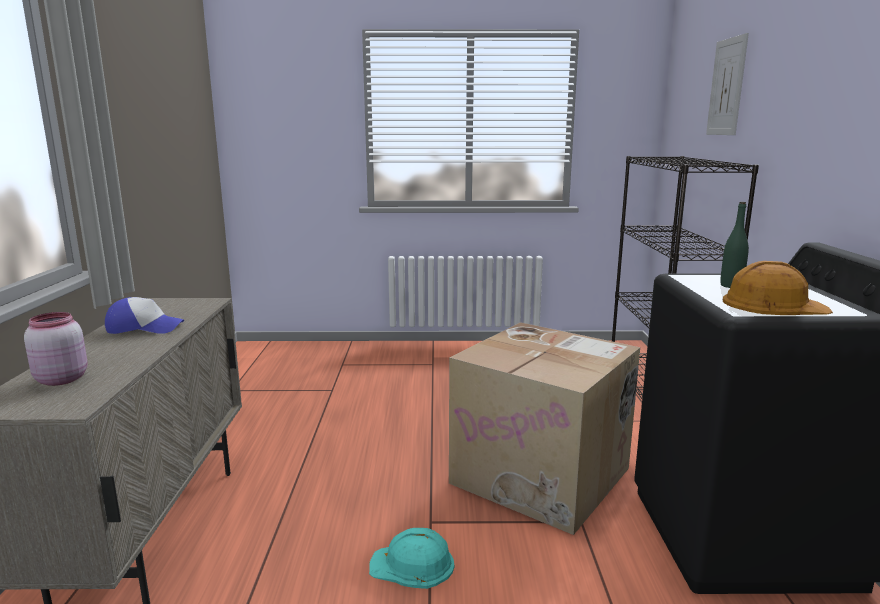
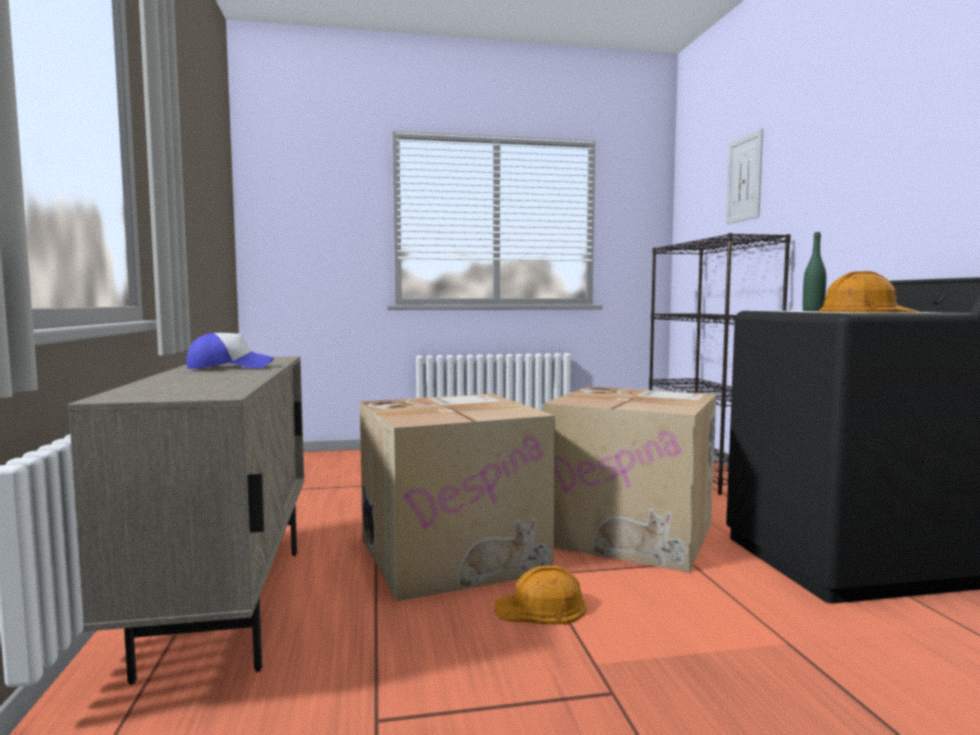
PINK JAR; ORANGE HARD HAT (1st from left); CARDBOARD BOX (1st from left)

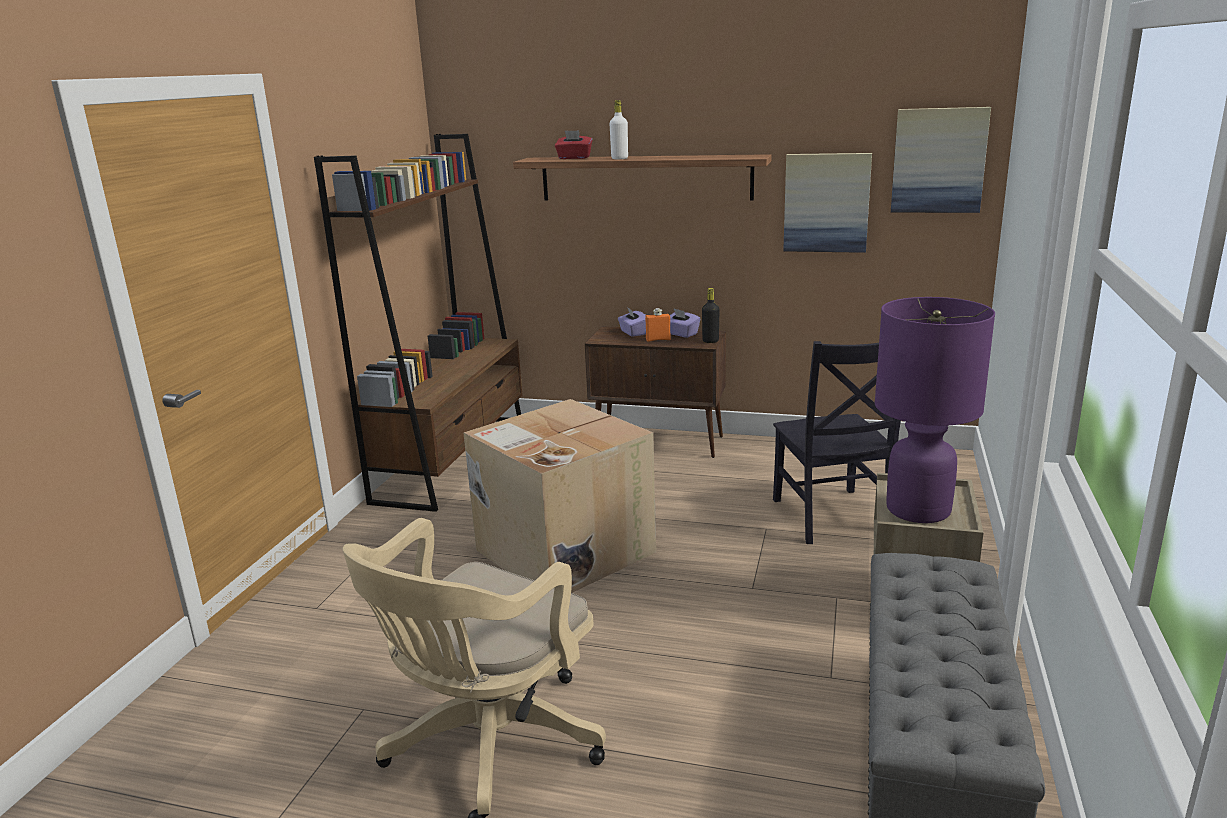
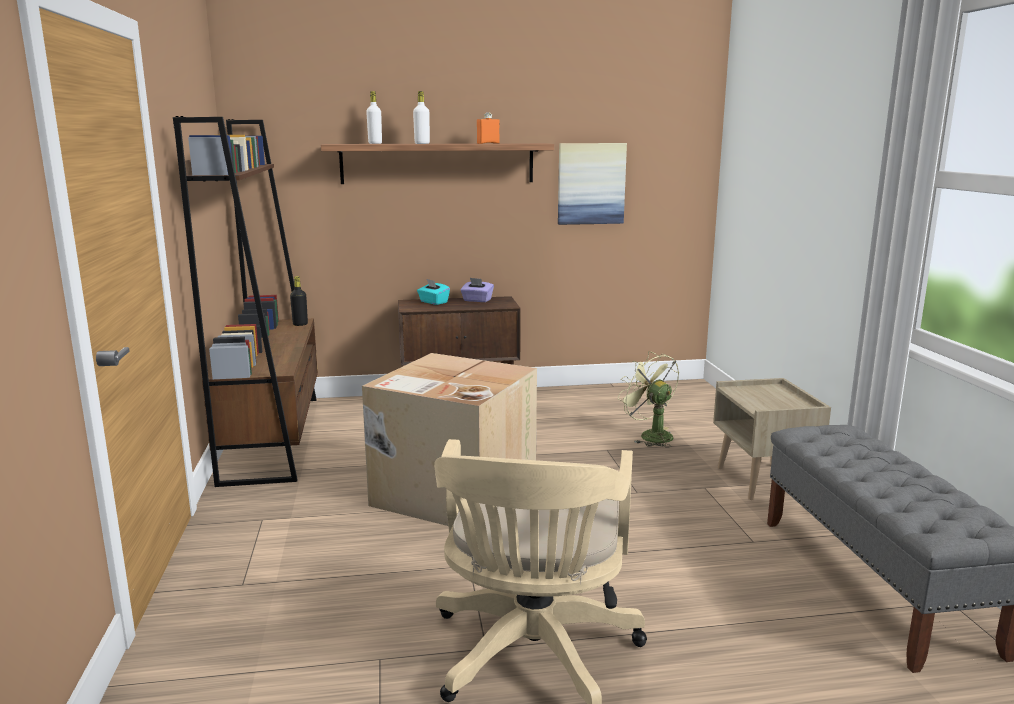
WHITE BOTTLE (1st from left); TURQUOISE TISSUE BOX; ORANGE BOTTLE; BLACK BOTTLE; GREEN FAN; PURPLE TABLE LAMP; PICTURE (2nd from left in the first image)

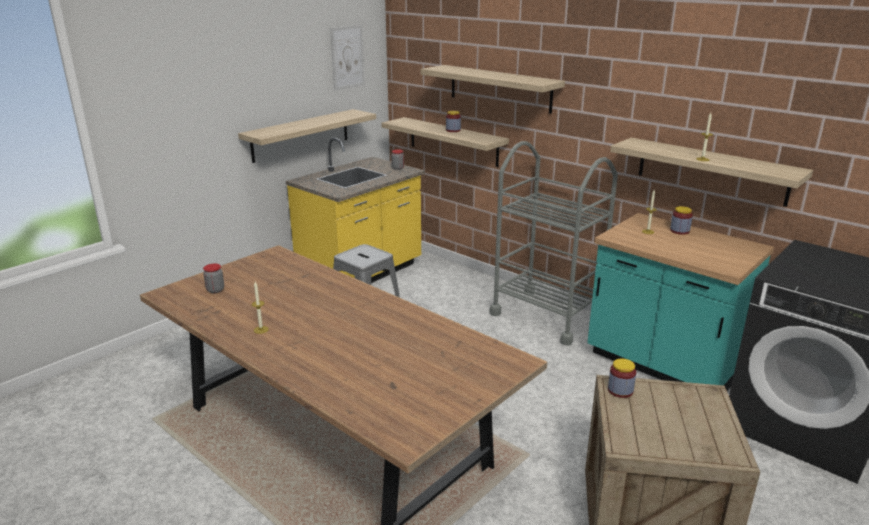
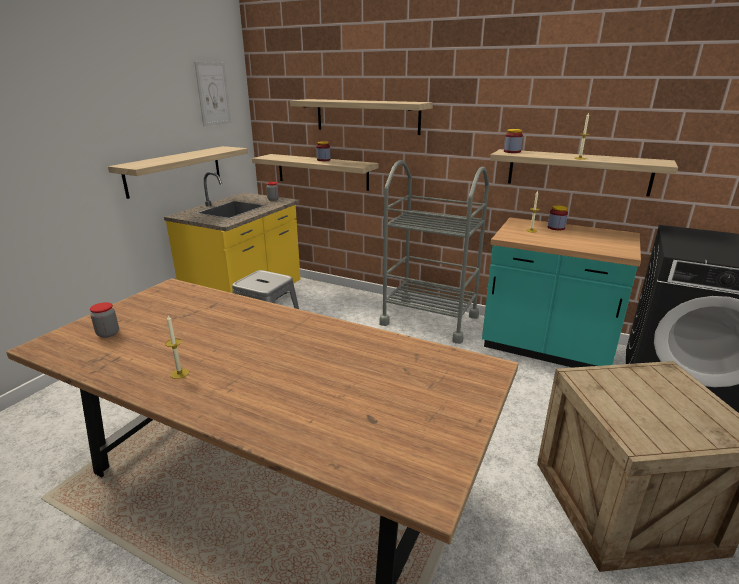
JAR (4th from left)

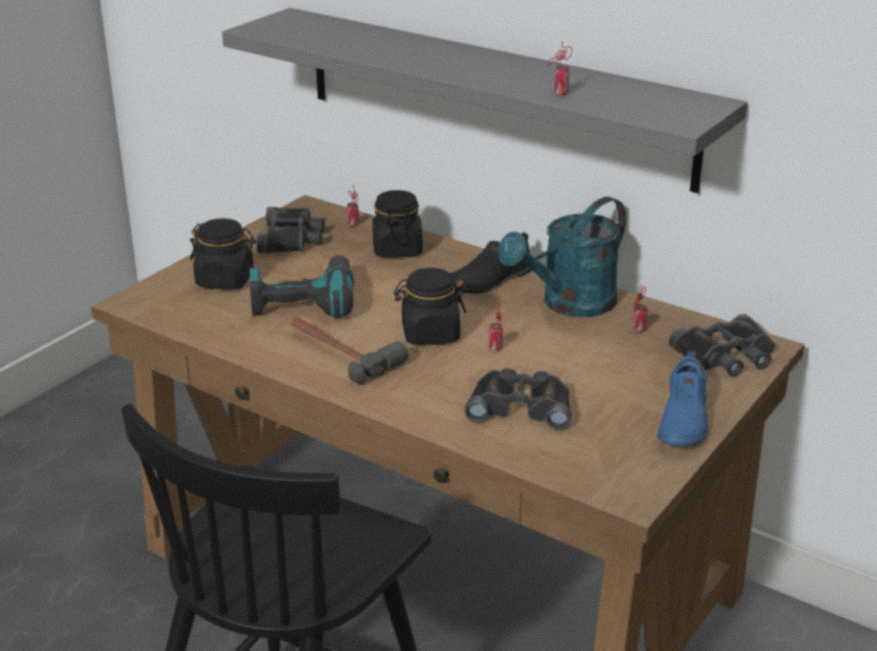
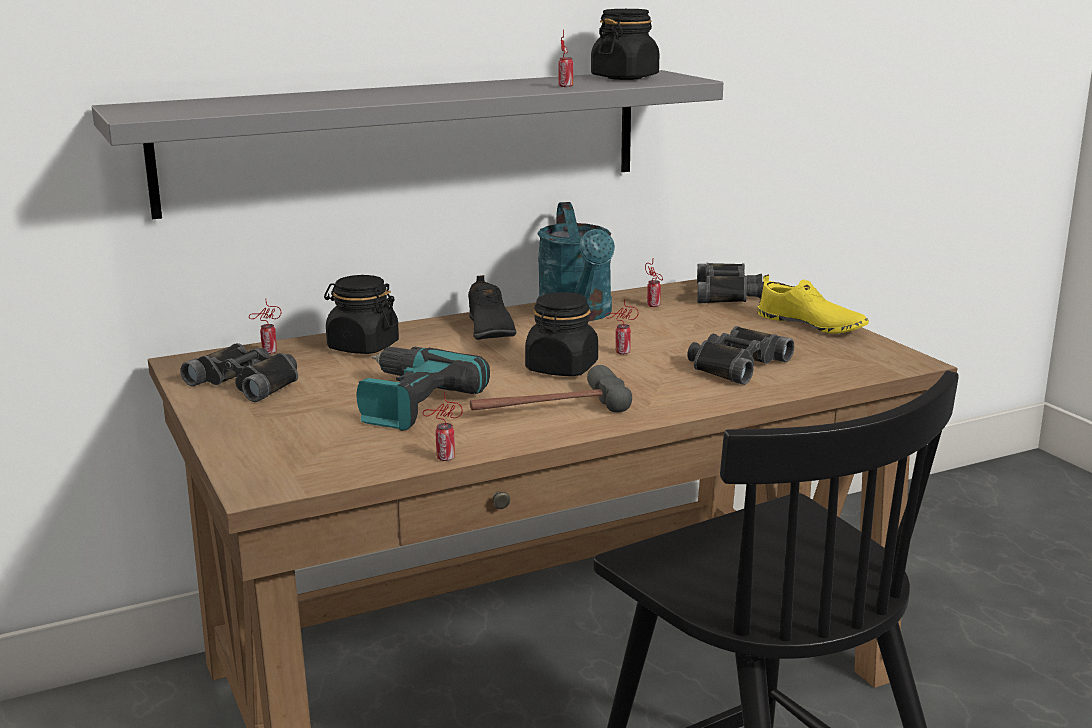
BLACK JAR (3rd from left); YELLOW SHOE; CAN (2nd from left)

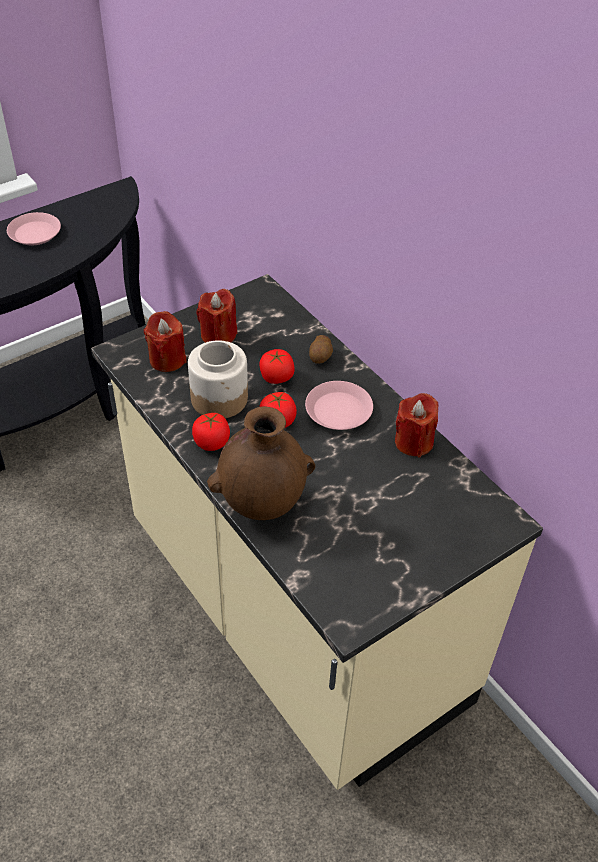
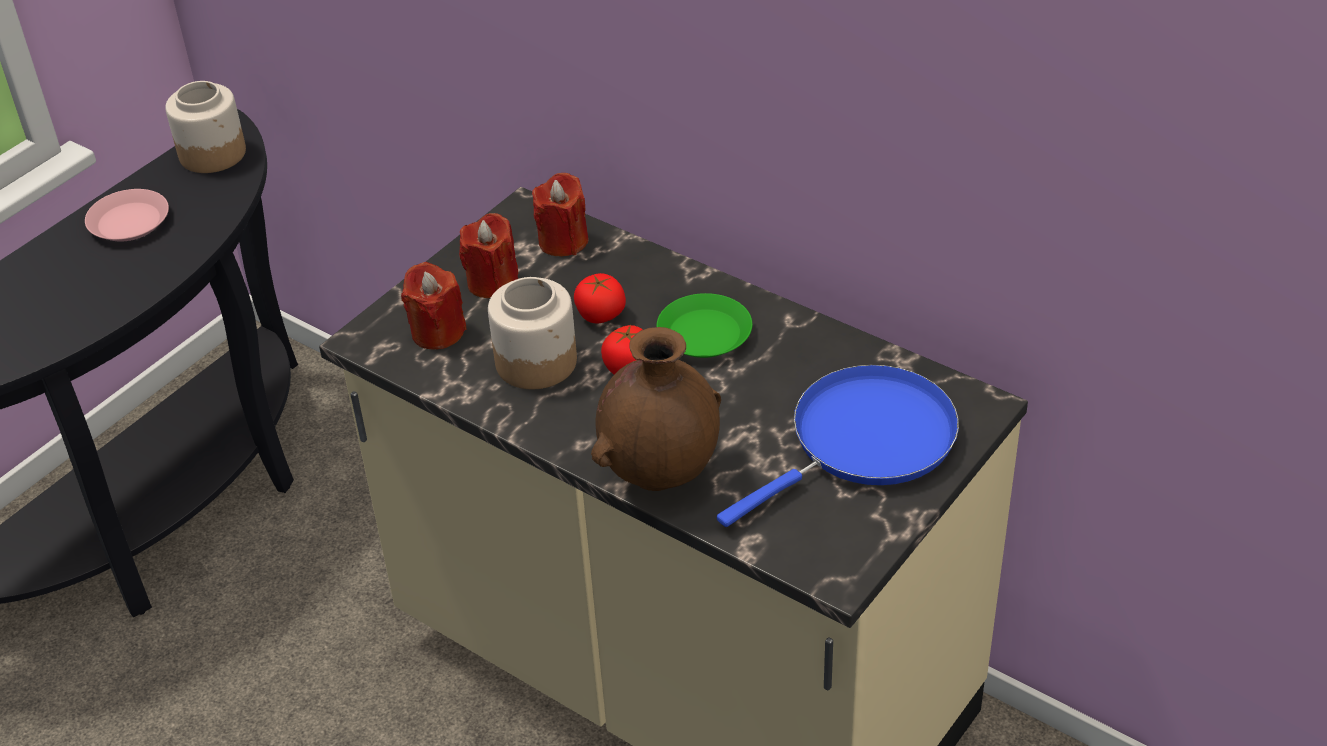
TOMATO (1st from left in the first image); GREEN PLATE; POTATO; RED CANDLE (3rd from left); JAR (1st from left); BLUE FRYING PAN

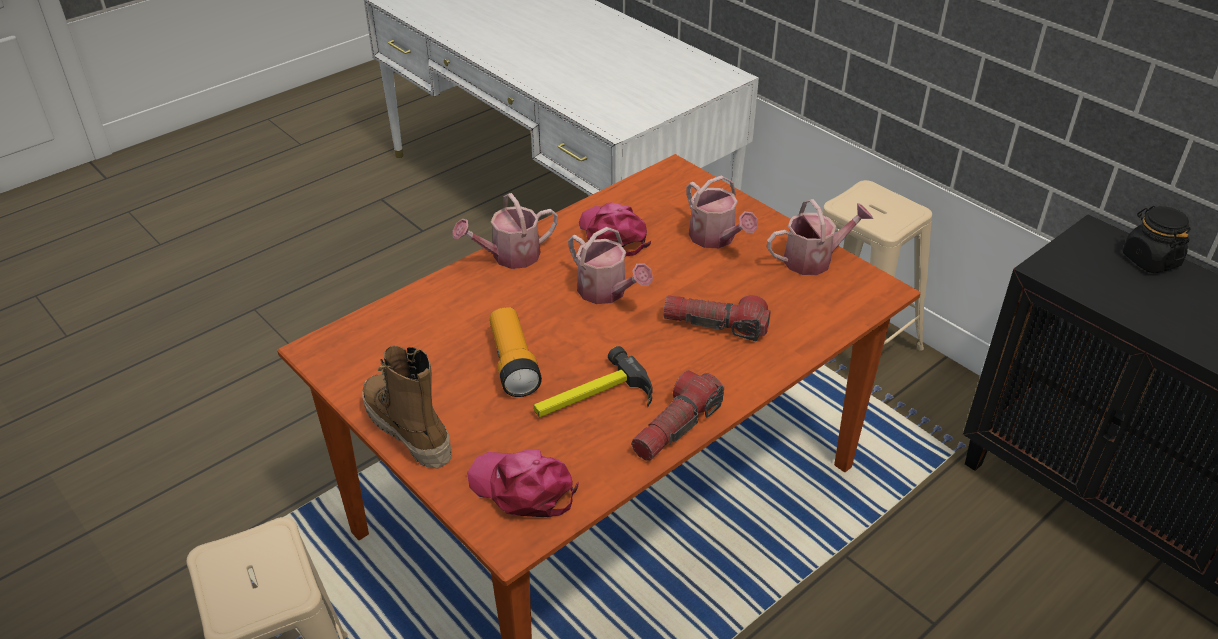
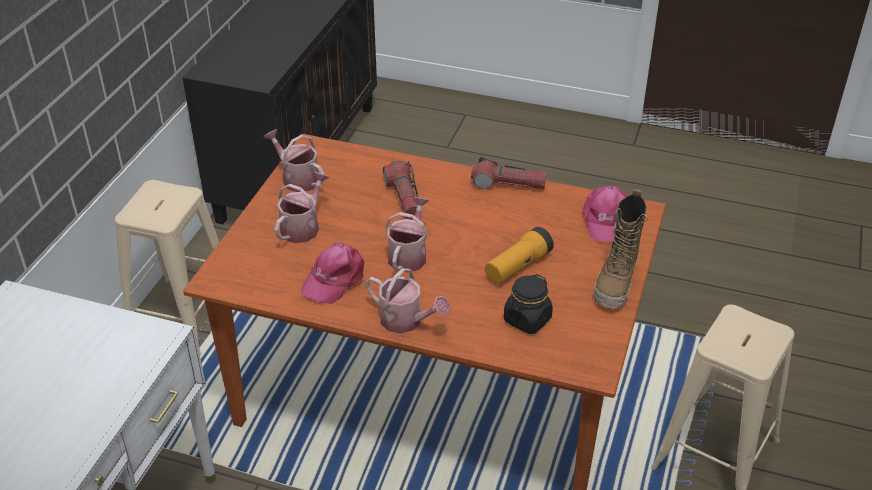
HAMMER; BLACK JAR

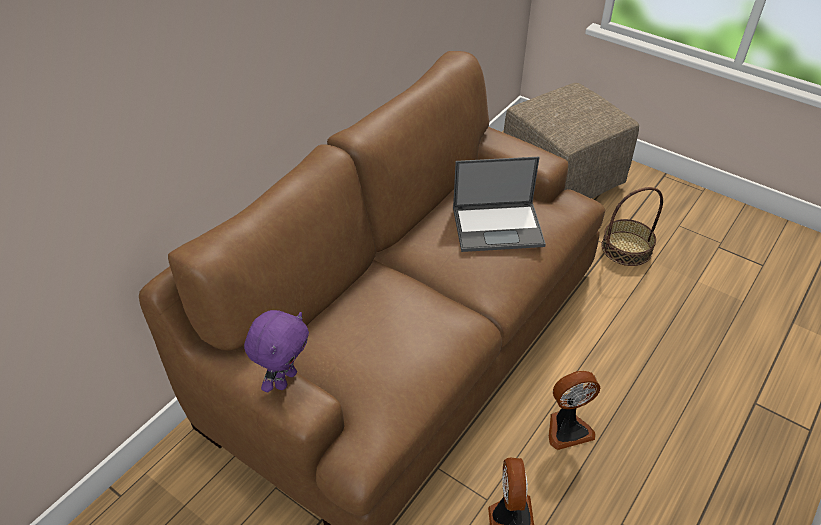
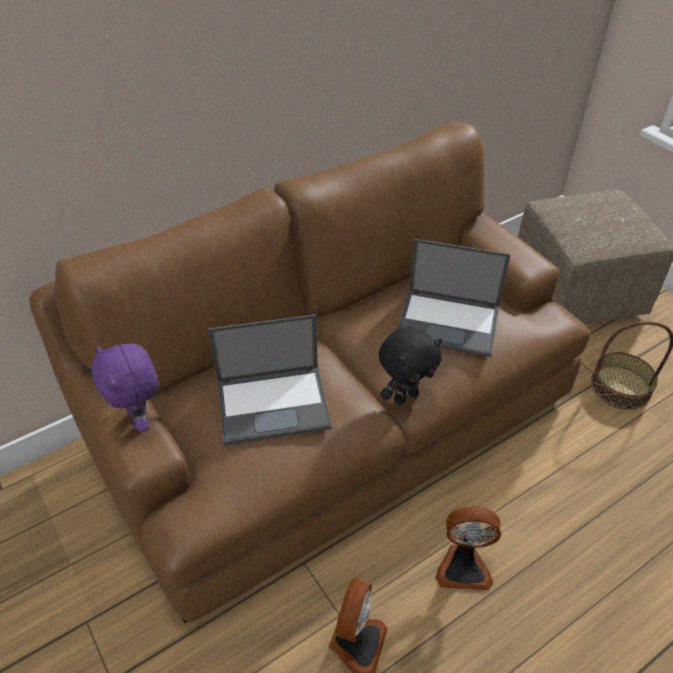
PURPLE PLUSH TOY; LAPTOP (1st from left); BLACK PLUSH TOY

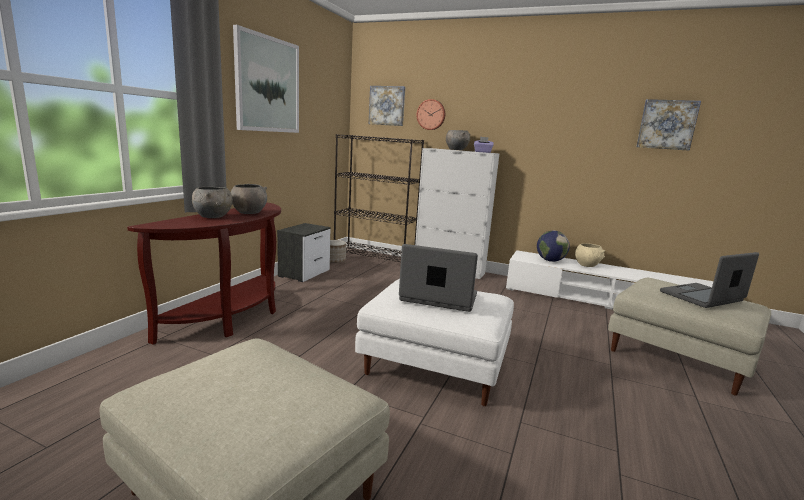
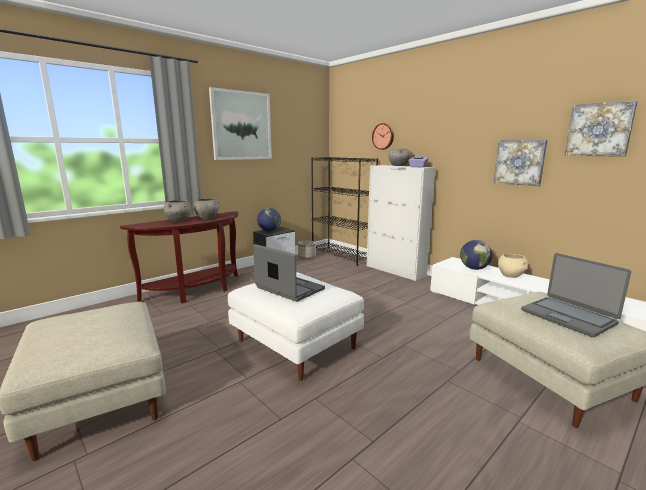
PICTURE (2nd from left); LAPTOP (2nd from left); GLOBE (1st from left)

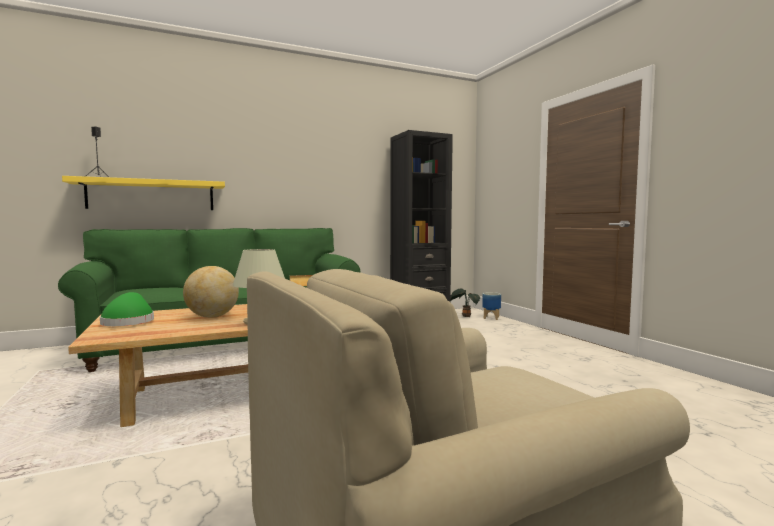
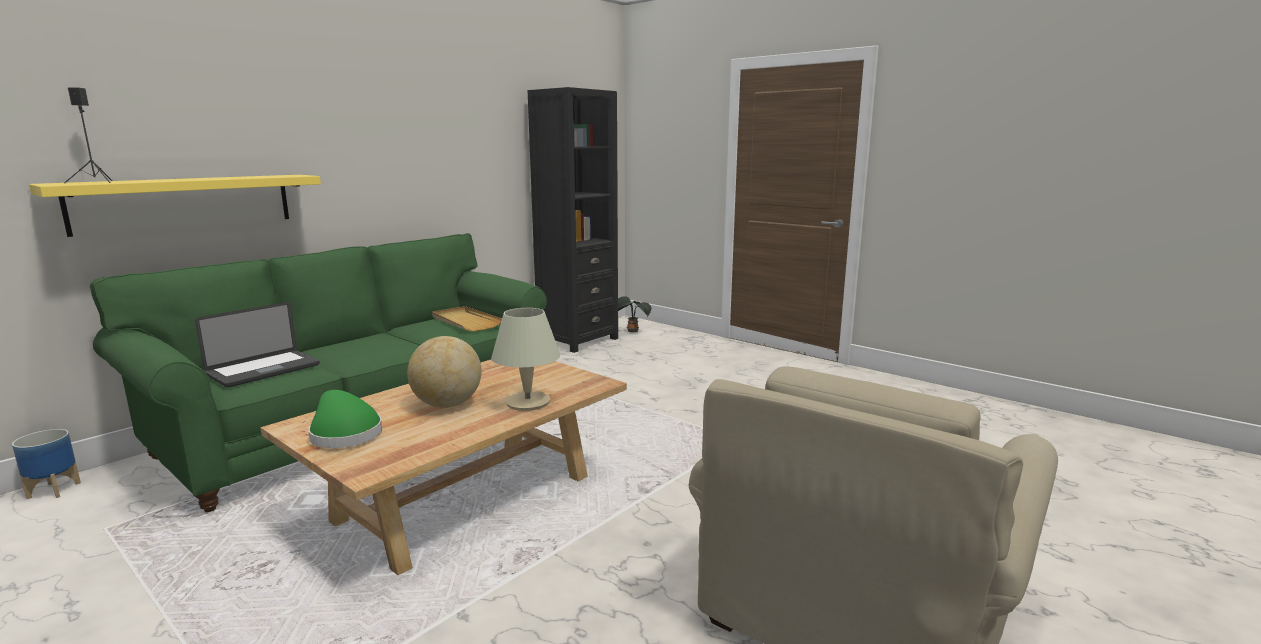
PLANTER; LAPTOP

